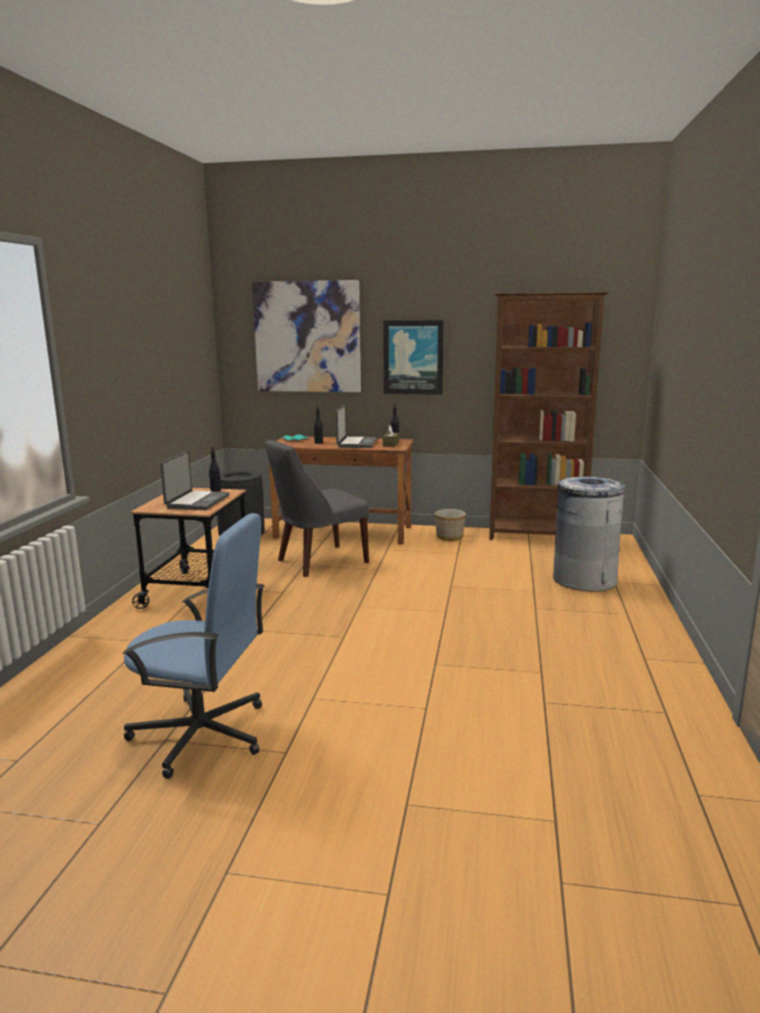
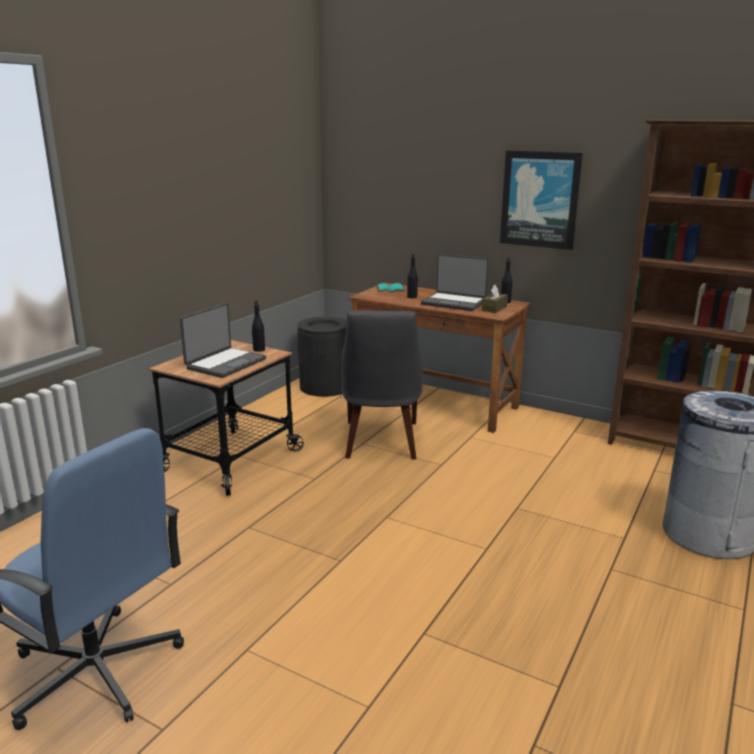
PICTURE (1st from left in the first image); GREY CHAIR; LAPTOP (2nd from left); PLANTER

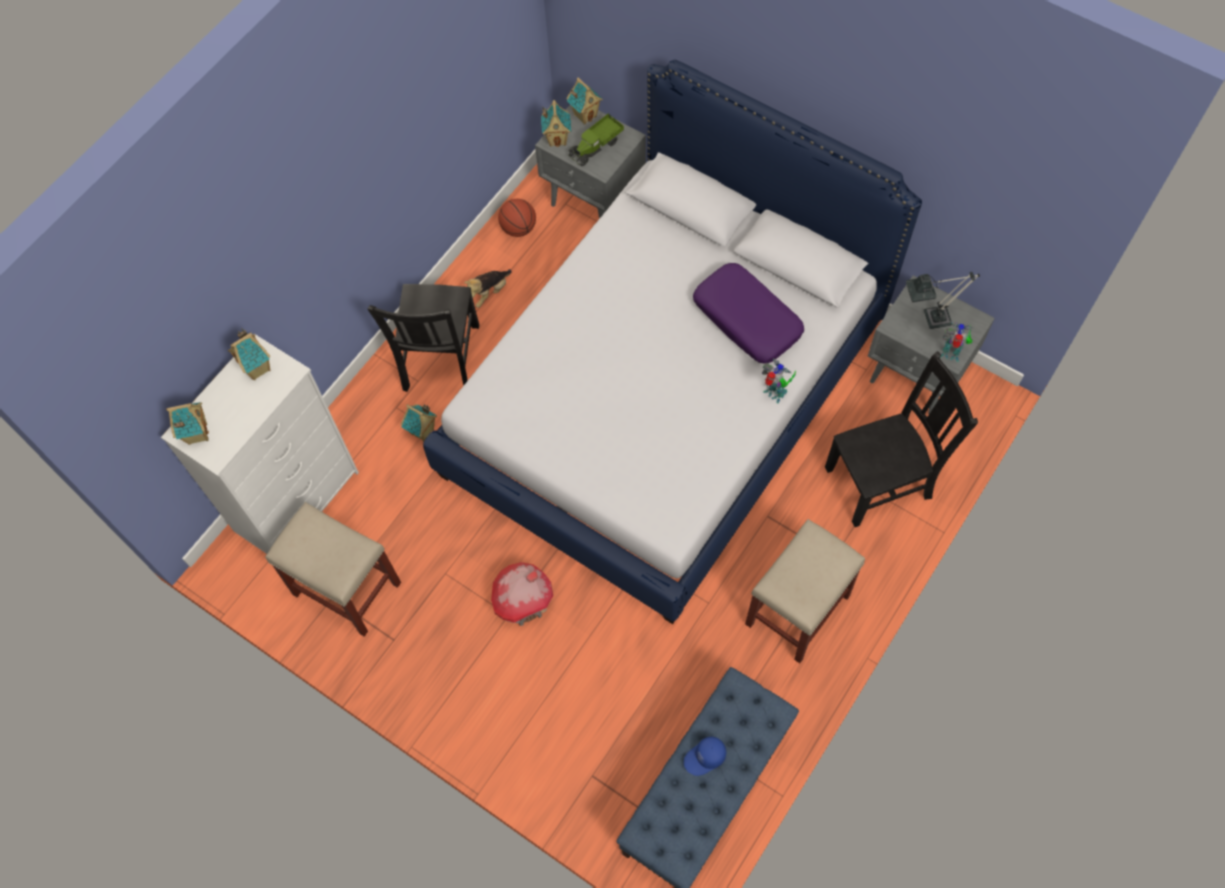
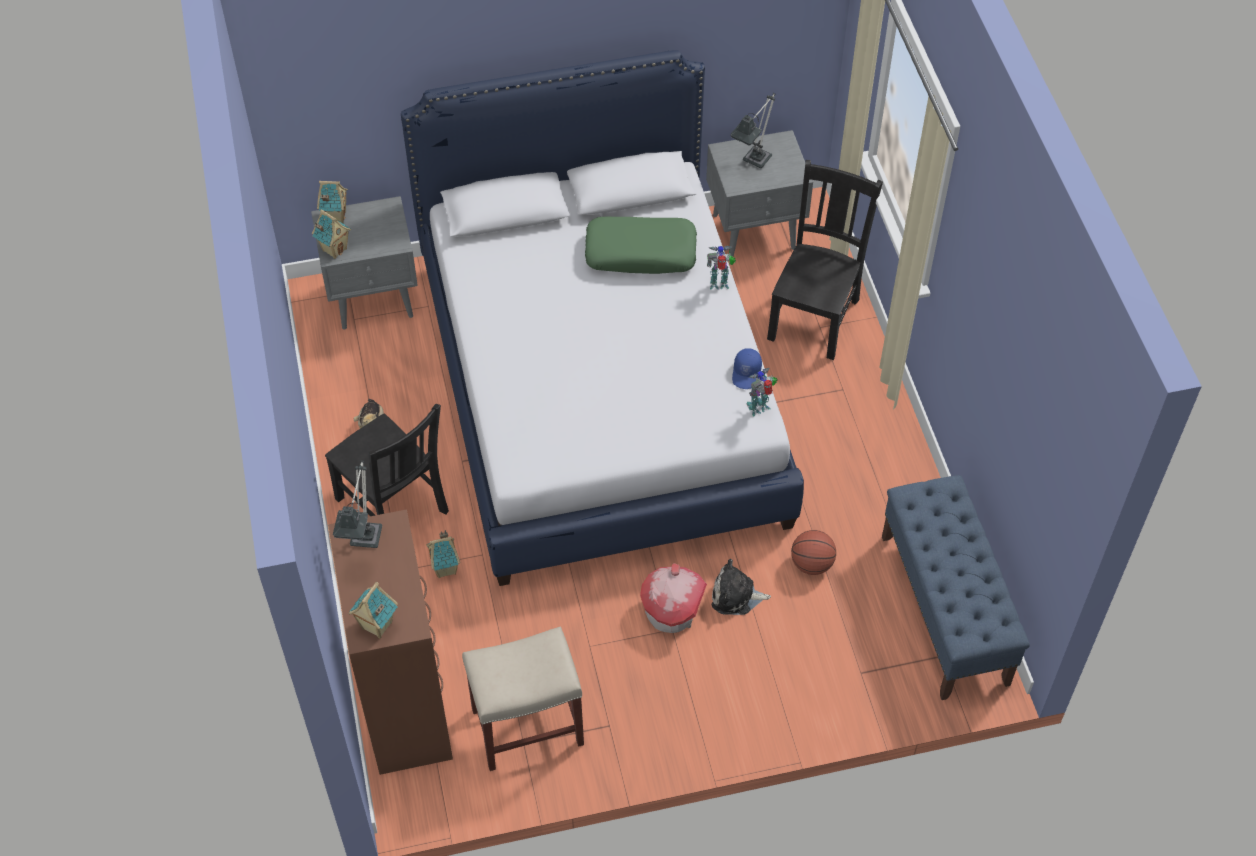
BROWN DRESSER; TABLE LAMP (1st from left); BASKETBALL; TOY TRUCK; BLUE CAP; GREEN PILLOW; BEIGE STOOL (2nd from left in the first image); TOY ROBOT (2nd from left); PLUSH TOY (2nd from left)

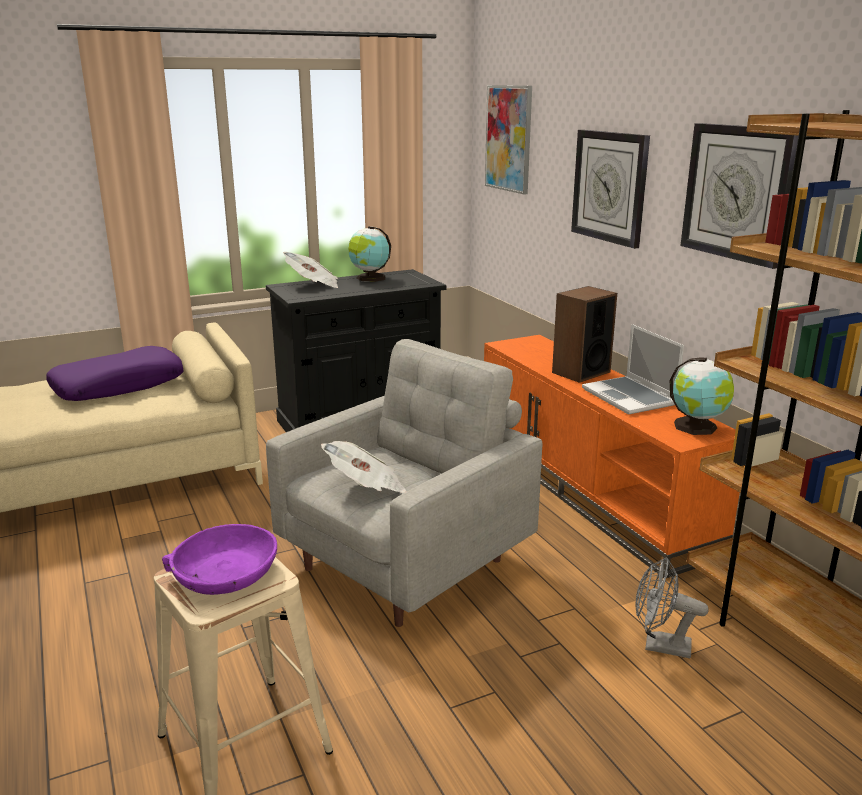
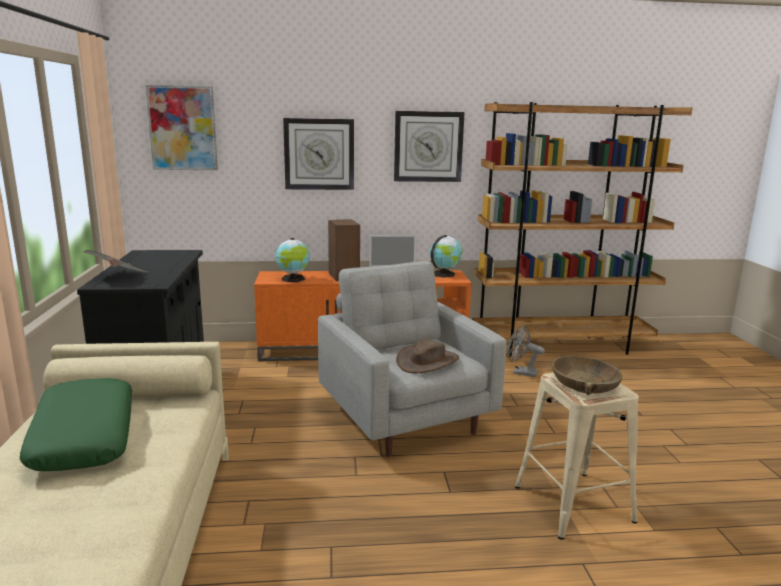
GREEN PILLOW; BROWN BOWL; BROWN HAT; GLOBE (1st from left); GREY FAN

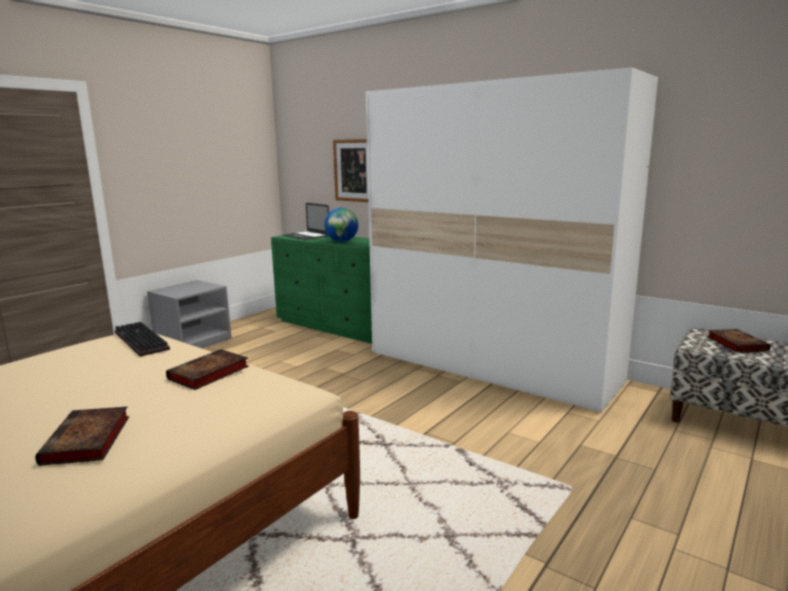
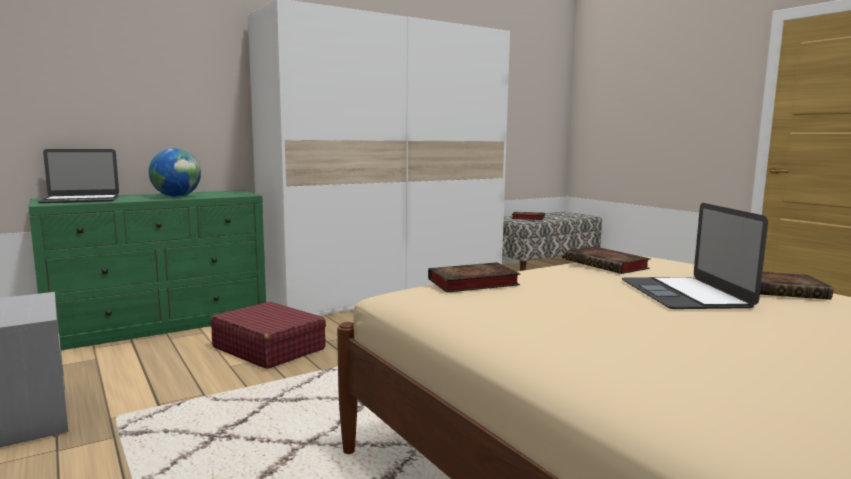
BOOK (1st from left); PICTURE; RED SUITCASE; LAPTOP (2nd from left)

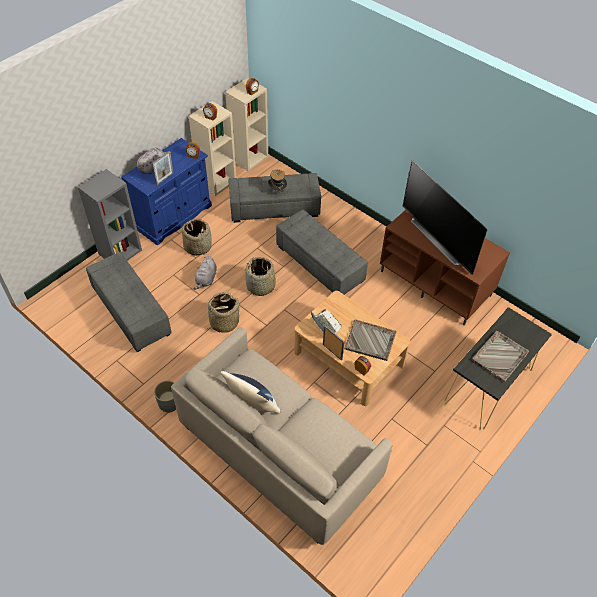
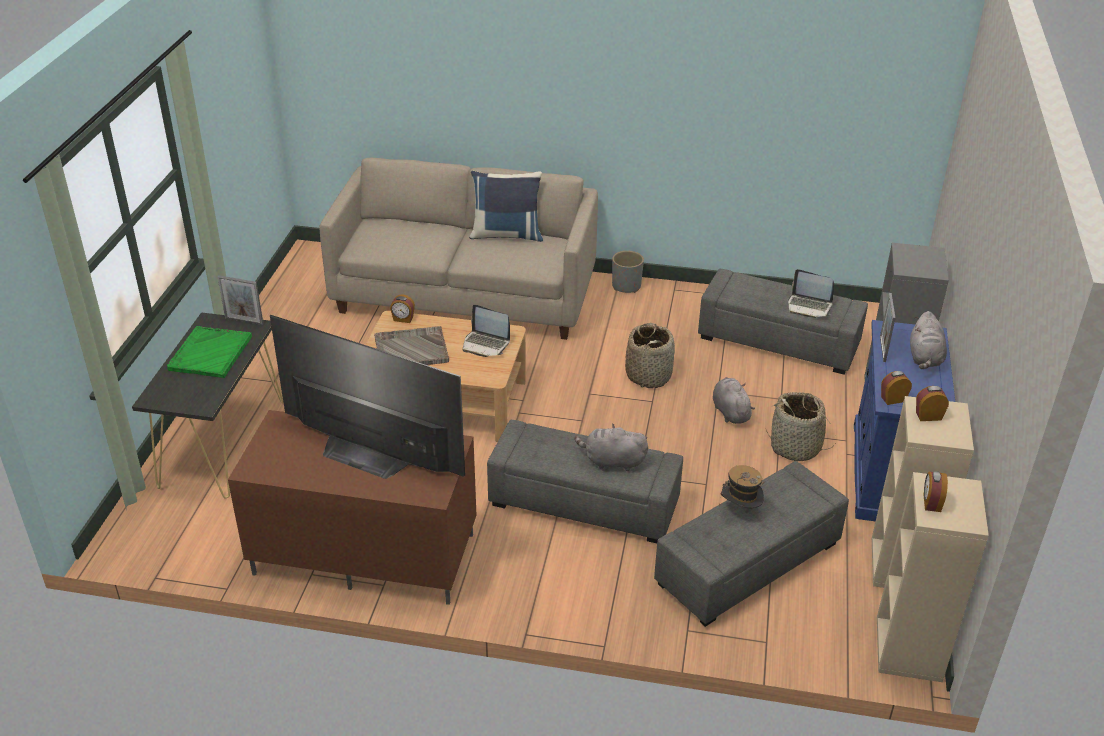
BASKET (3rd from left in the first image); PICTURE FRAME (1st from left); GREEN TRAY; GREY PLUSH TOY (1st from left); LAPTOP (2nd from left)

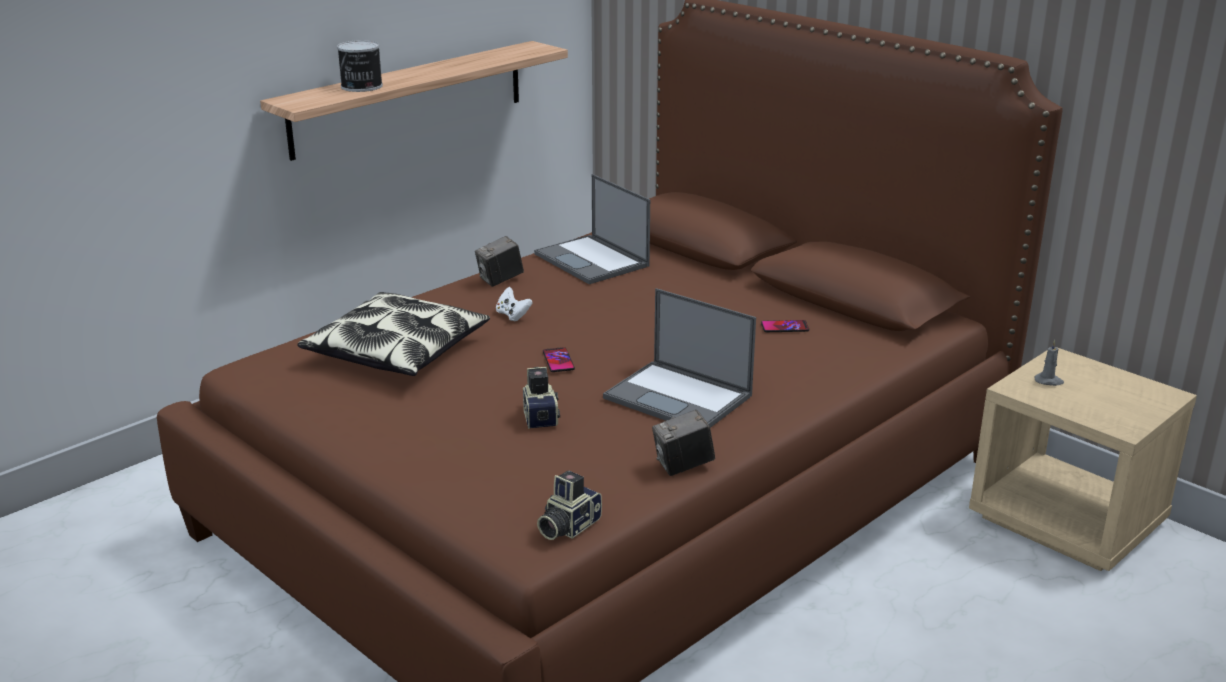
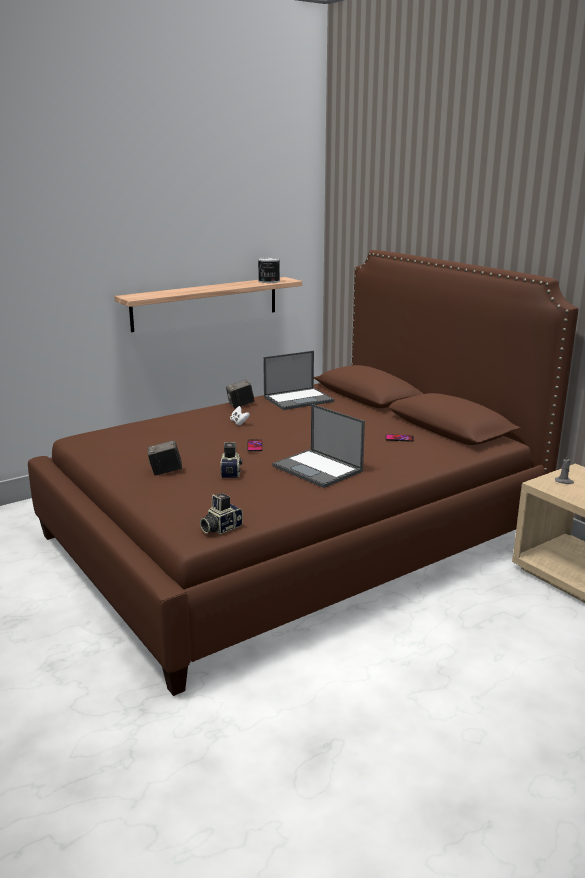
PILLOW; CAN; LAPTOP (1st from left); PHOTO CAMERA (1st from left)

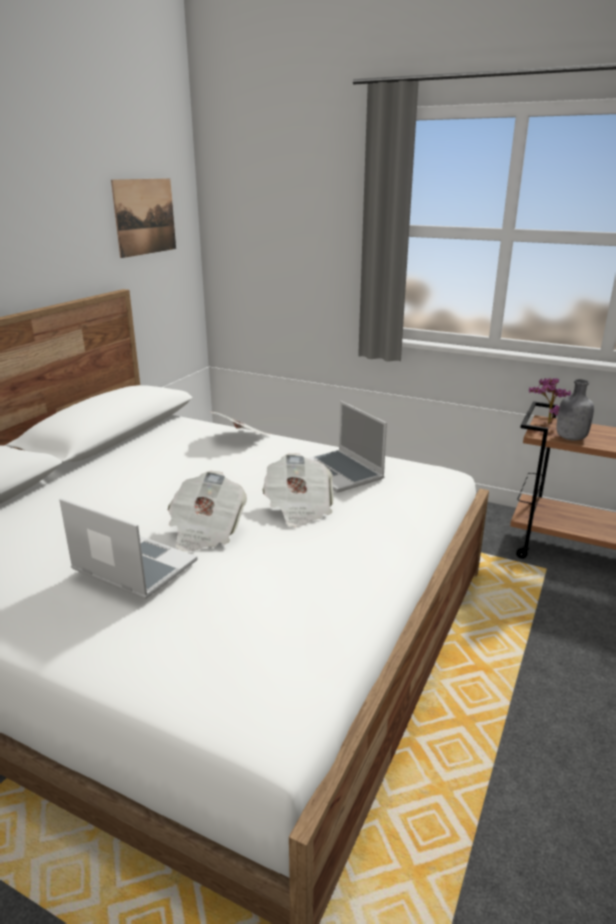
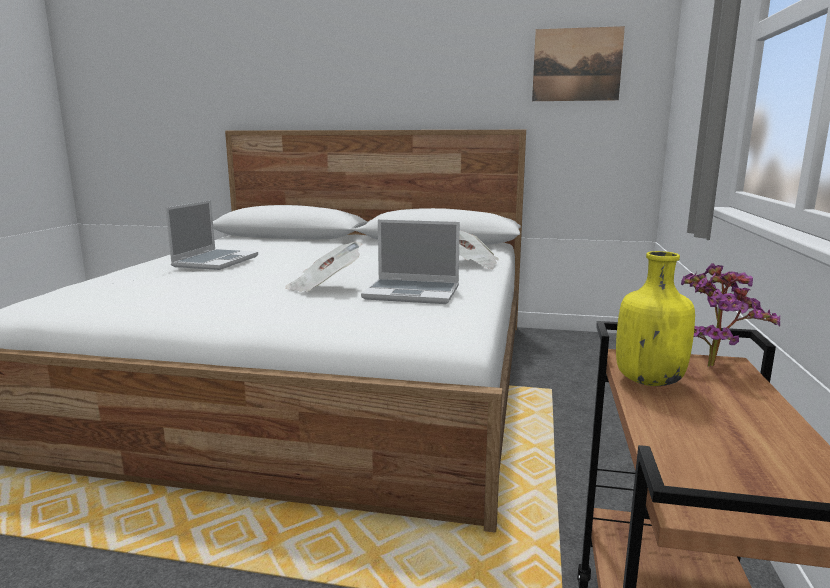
NEWSPAPER (1st from left in the first image); LAPTOP (2nd from left); YELLOW BOTTLE

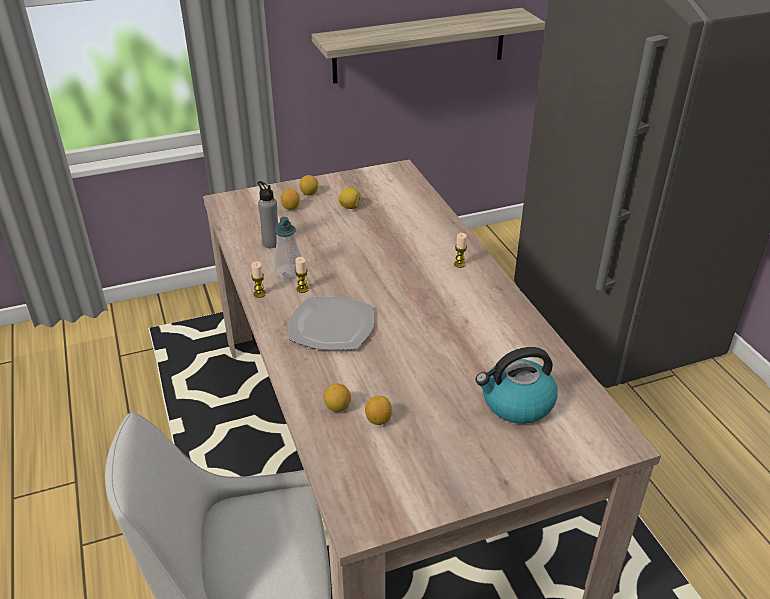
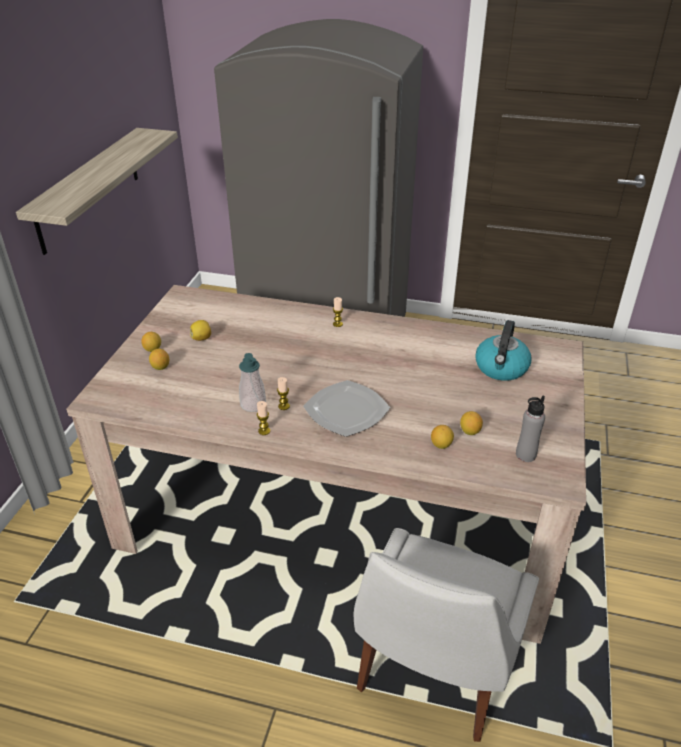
GREY BOTTLE

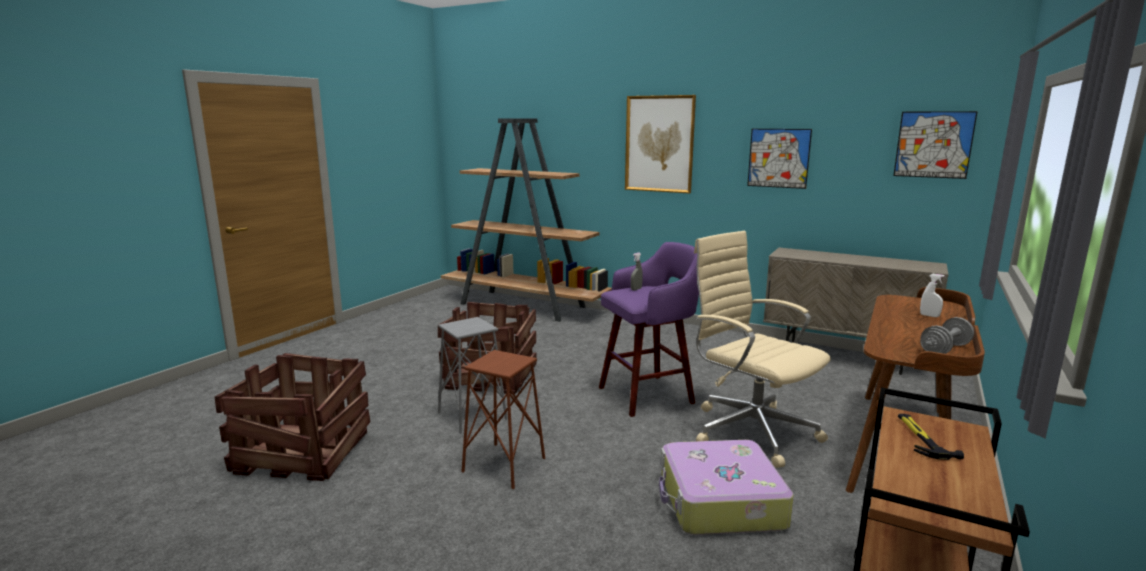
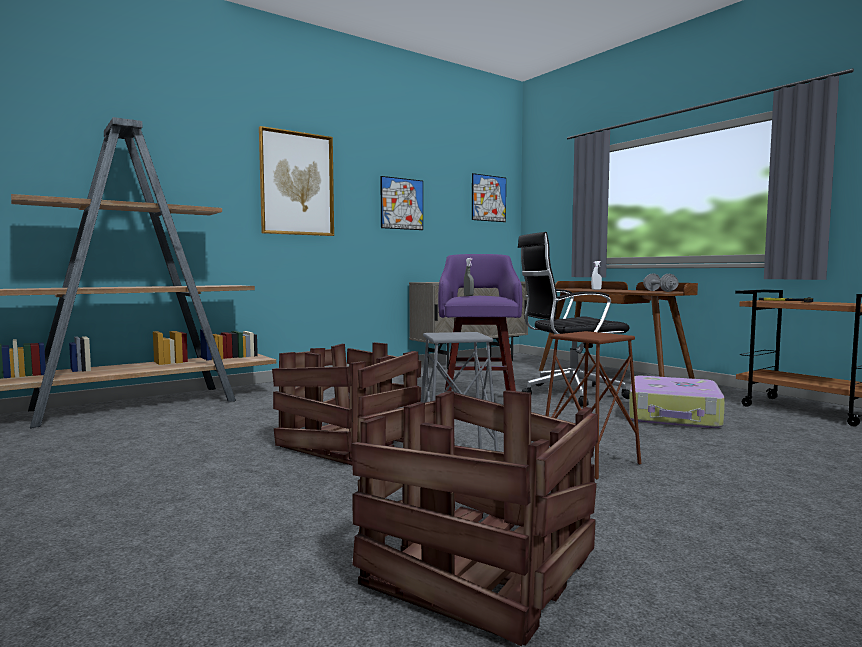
BLACK OFFICE CHAIR

